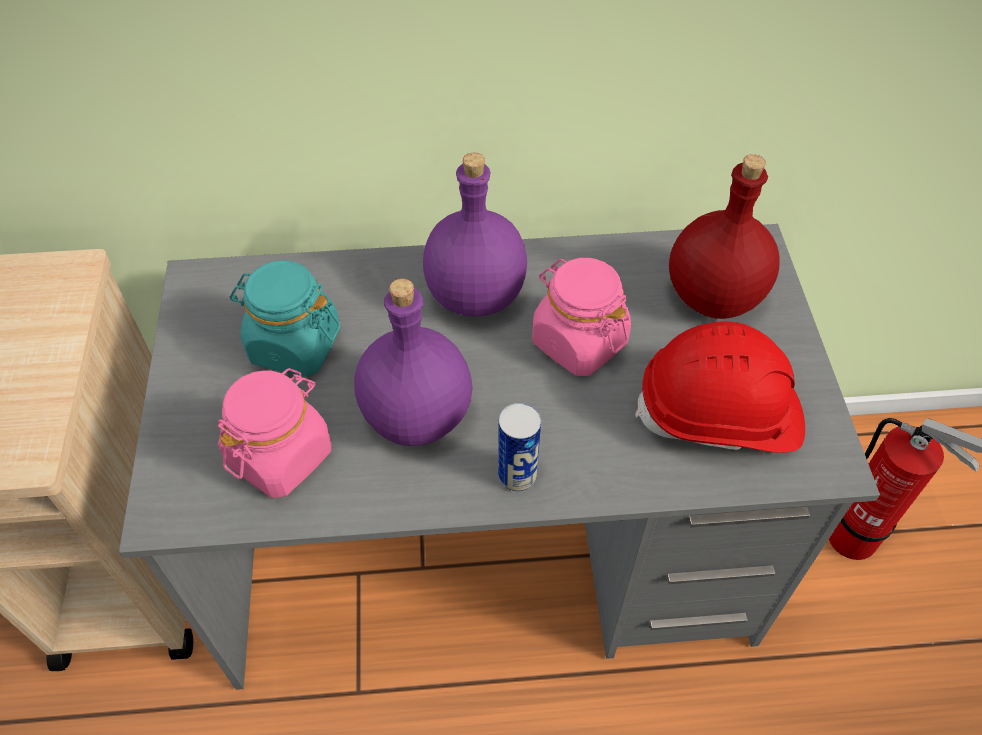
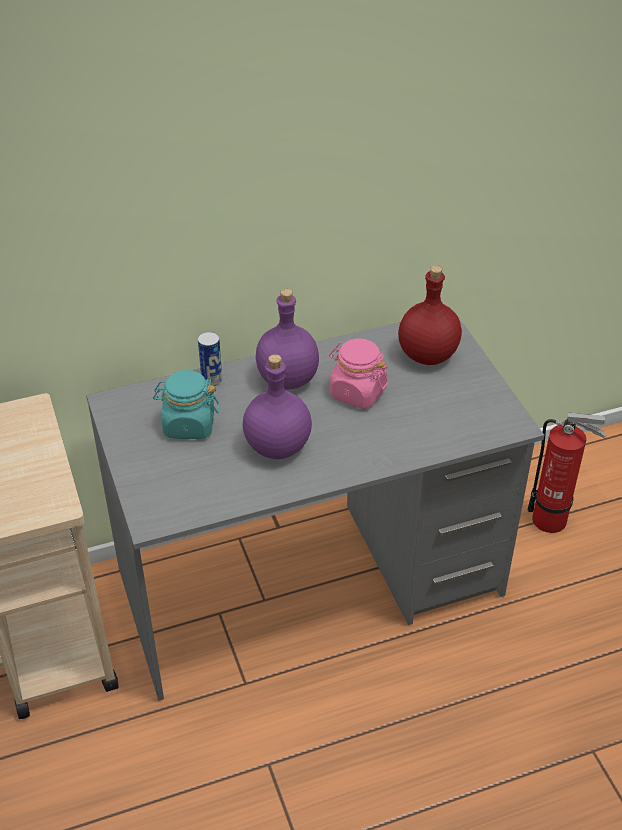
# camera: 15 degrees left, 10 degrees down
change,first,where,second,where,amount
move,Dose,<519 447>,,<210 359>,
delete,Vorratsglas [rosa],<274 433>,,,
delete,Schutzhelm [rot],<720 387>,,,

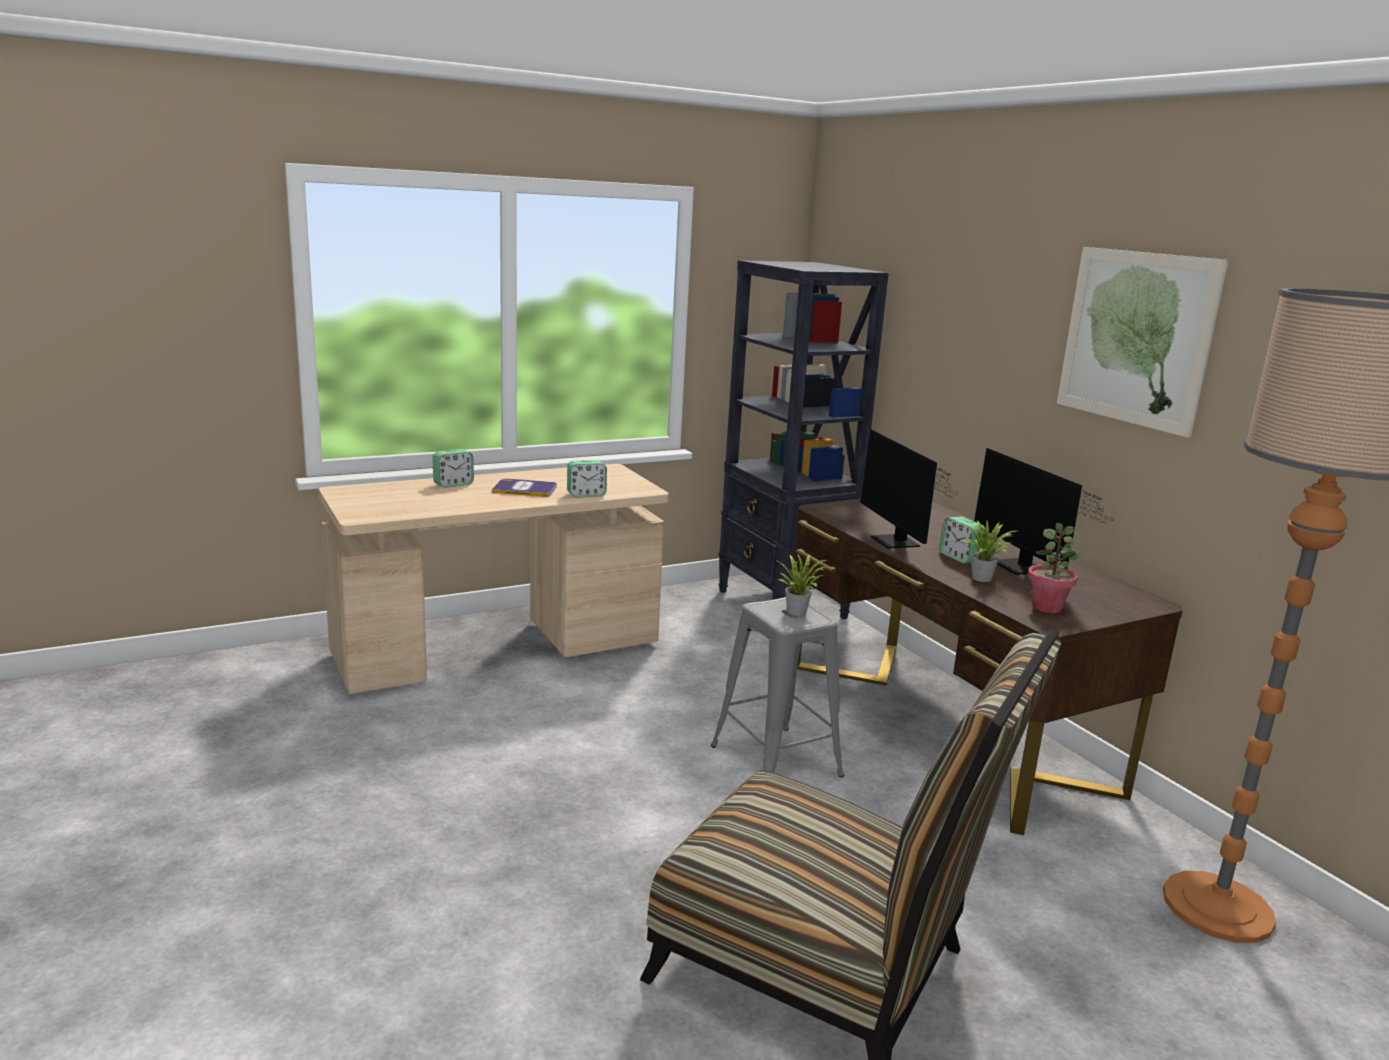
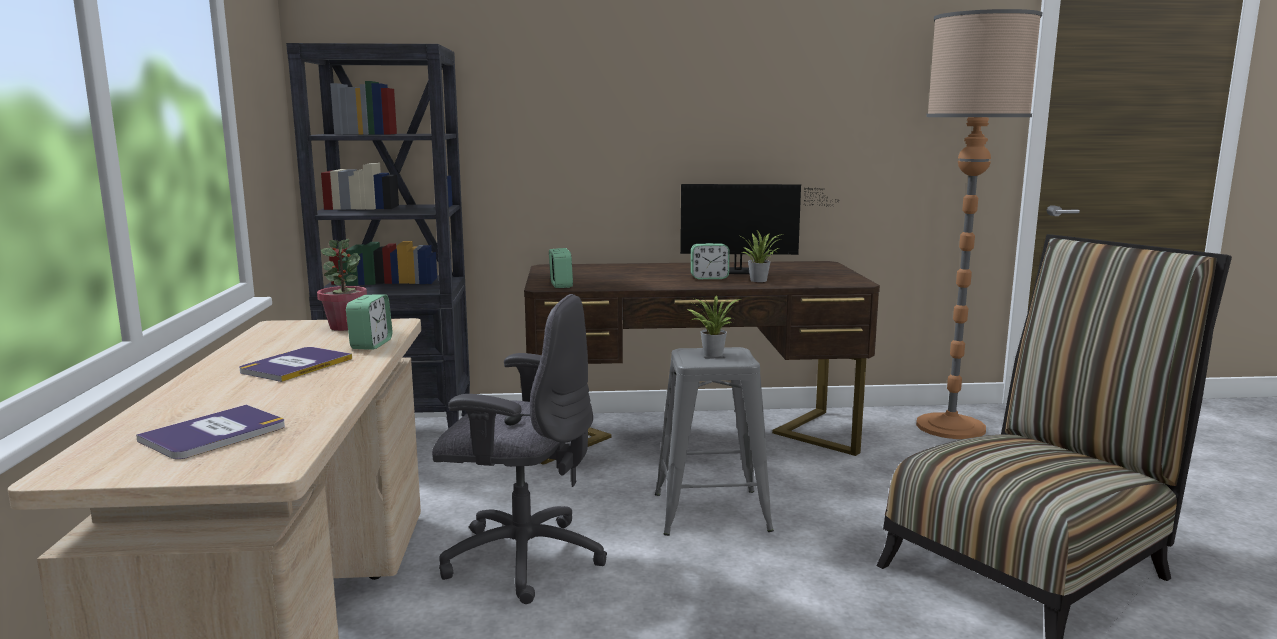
# camera: 65 degrees left, 5 degrees down
change,first,where,second,where,amount
insert,,,Buch,<210 432>,
move,Topfpflanze,<1054 568>,,<342 285>,
insert,,,Bürostuhl [grau],<519 449>,
move,Wecker,<453 468>,,<561 268>,
delete,Monitor,<909 489>,,,
delete,Bild,<1142 342>,,,

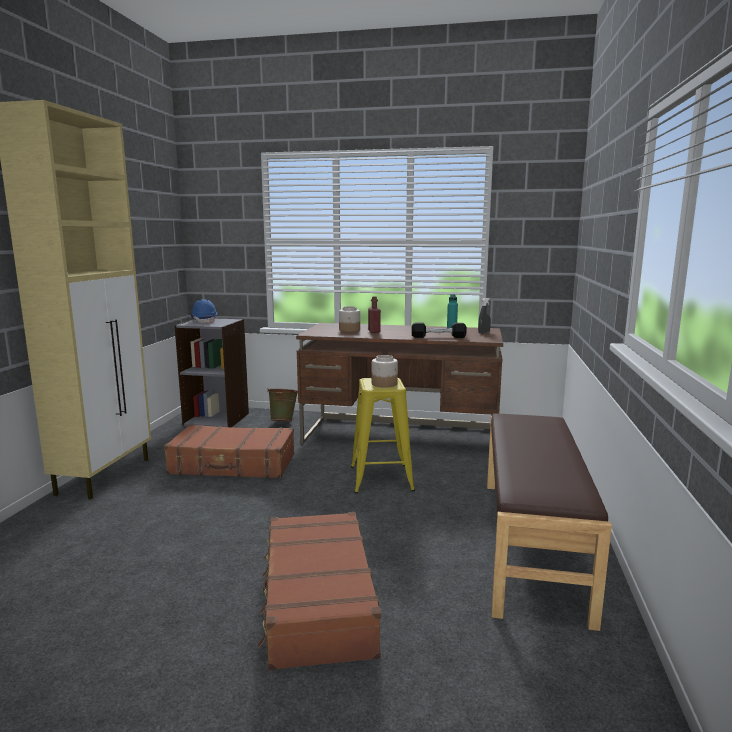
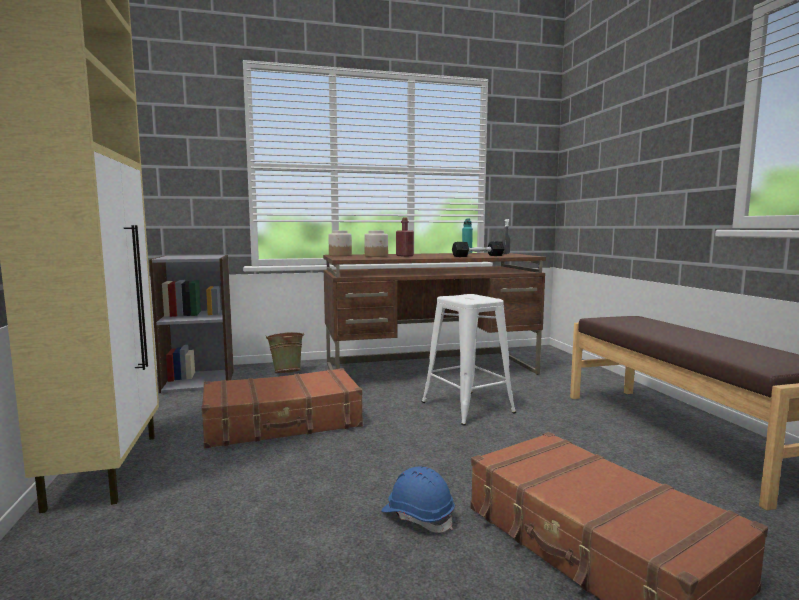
# camera: 25 degrees left, 5 degrees down
change,first,where,second,where,amount
move,Vorratsglas,<385 371>,,<340 243>,
move,Schutzhelm [blau],<204 311>,,<418 500>,
recolor,Hocker [gelb],<383 436>,Hocker [weiß],<469 360>,

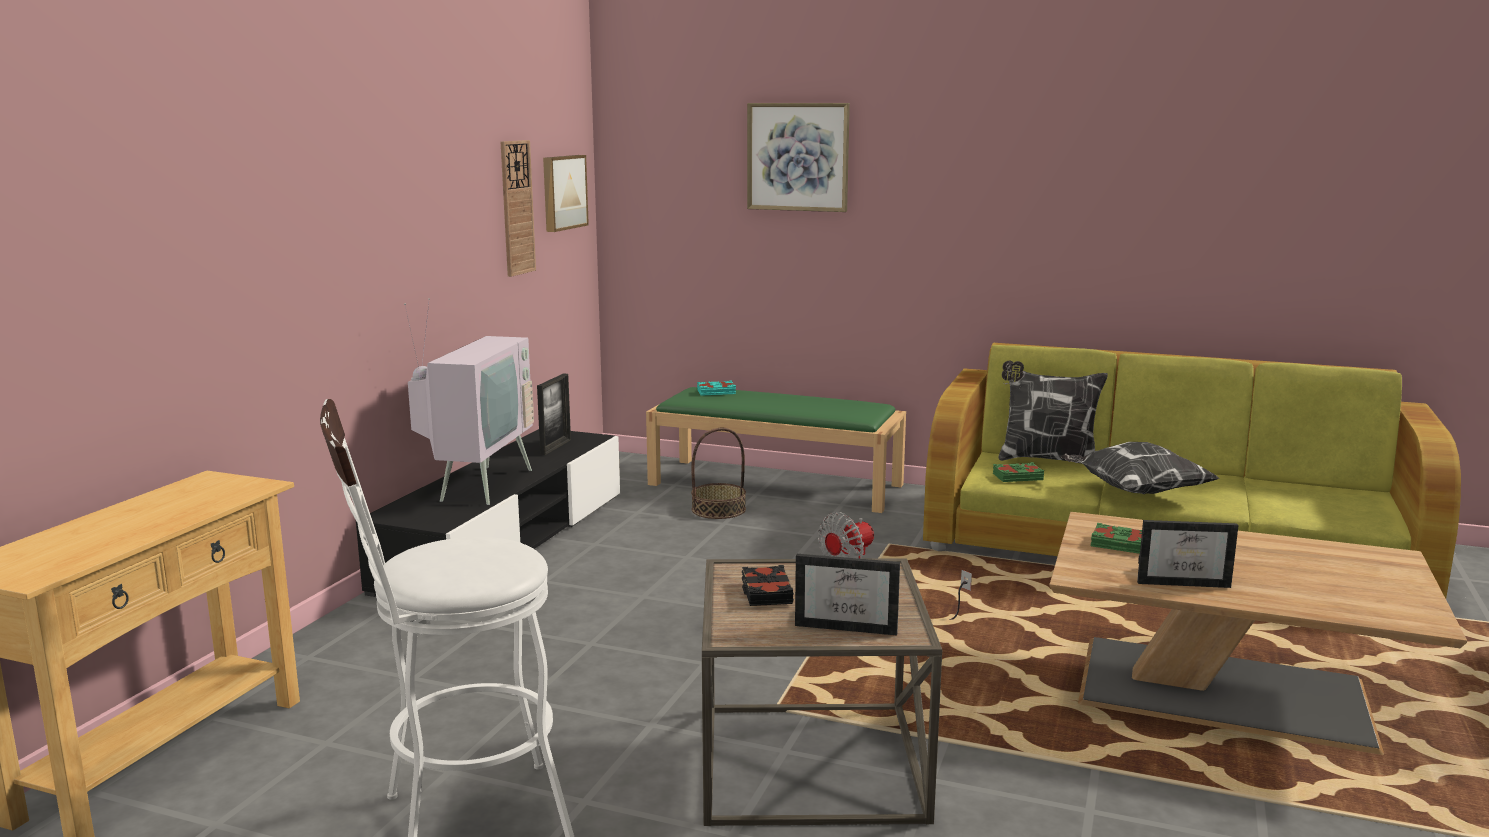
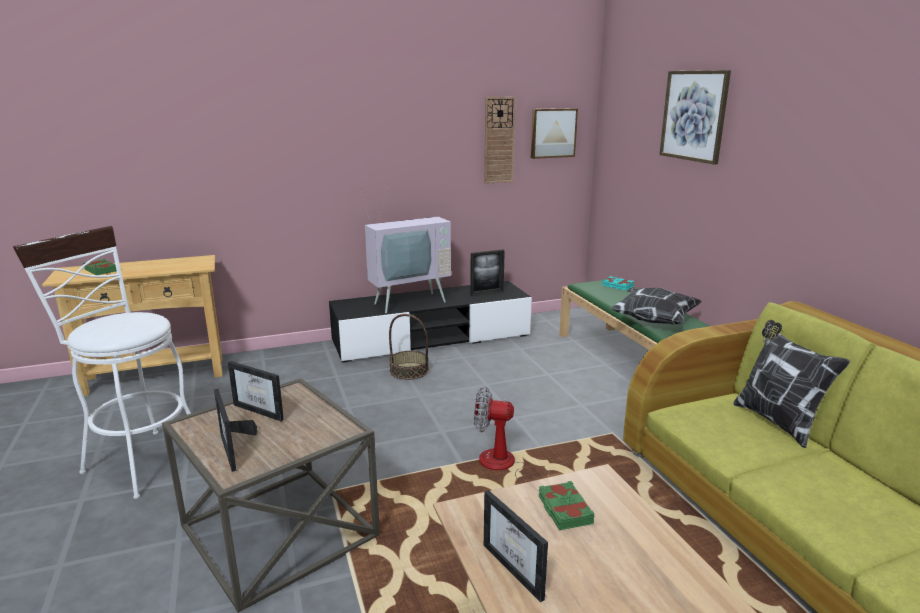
# camera: 50 degrees right, 5 degrees up
change,first,where,second,where,amount
move,Buch [grün],<1018 472>,,<100 267>,
replace,Buch [schwarz],<768 585>,Bilderrahmen,<256 391>,
move,Korb,<718 473>,,<409 347>,
move,Kissen,<1140 468>,,<655 305>,

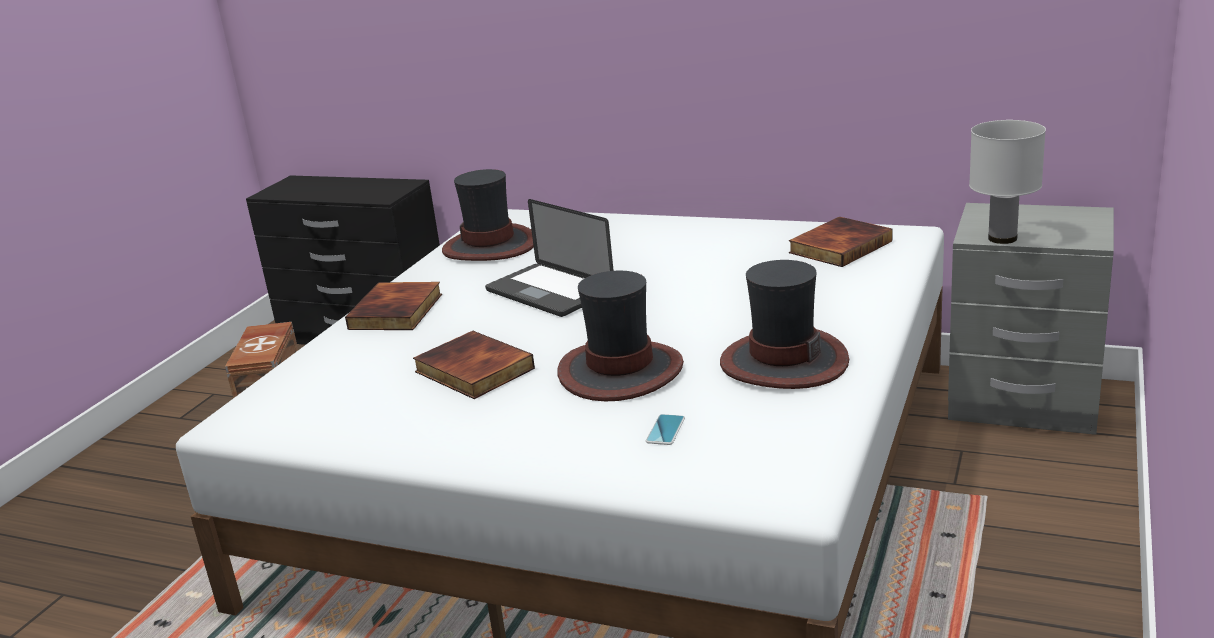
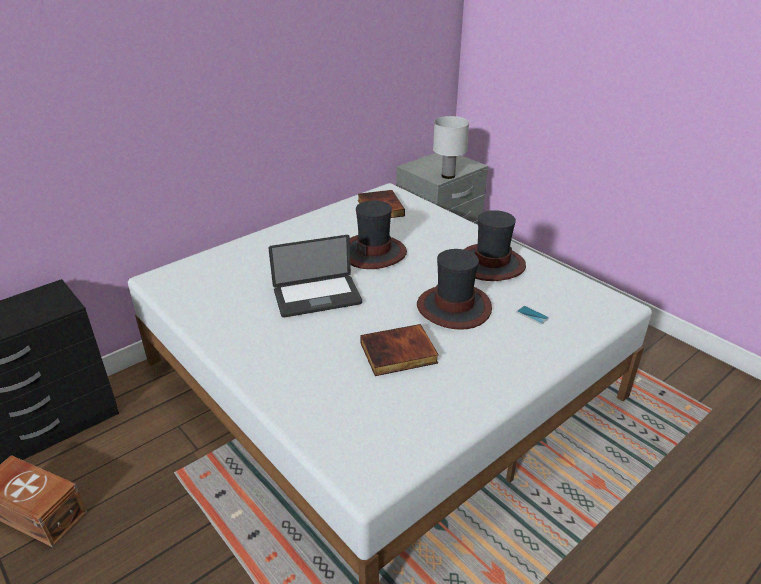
# camera: 65 degrees left, 10 degrees up
change,first,where,second,where,amount
move,Hut,<488 215>,,<378 234>,
delete,Buch,<393 306>,,,

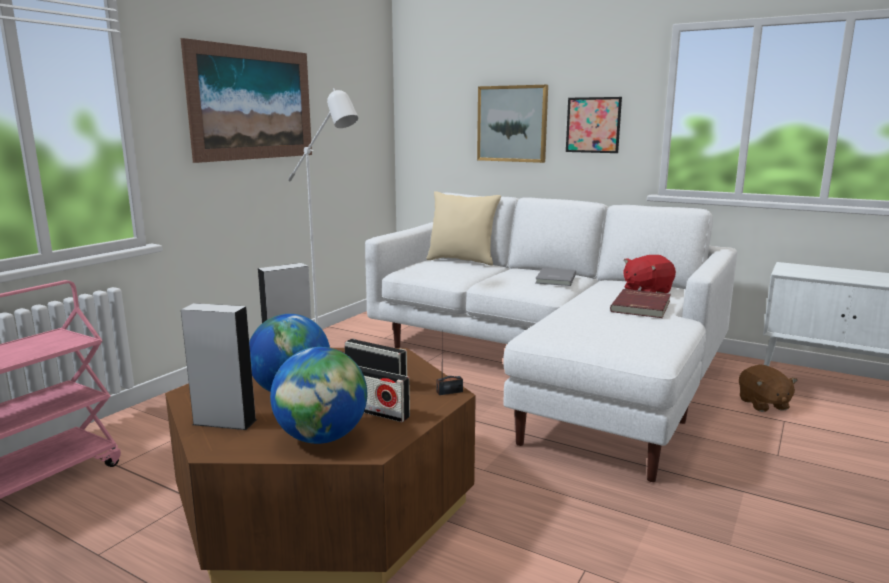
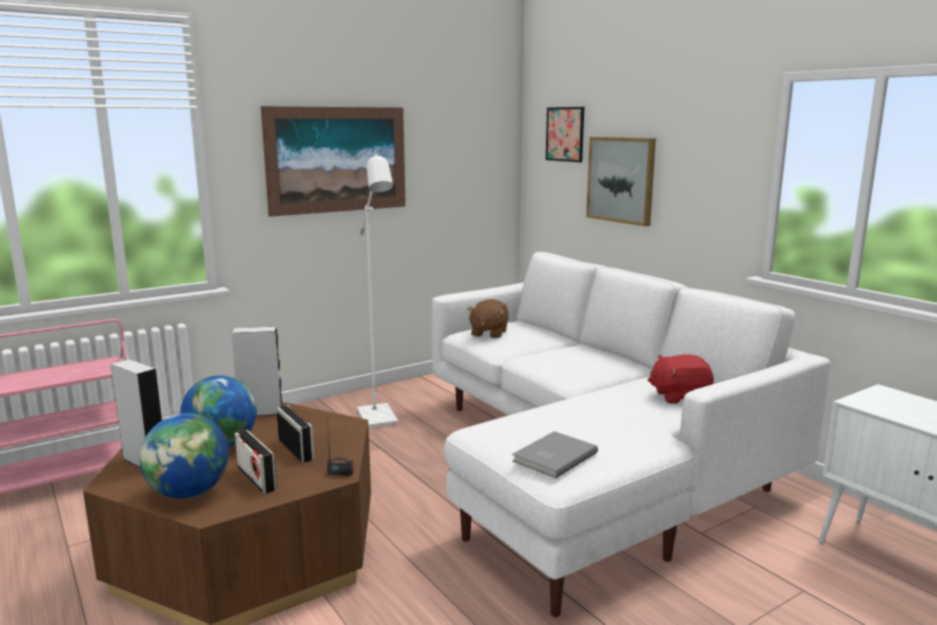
# camera: 25 degrees right, 0 degrees up
change,first,where,second,where,amount
move,Plüschtier [braun],<768 388>,,<488 318>,
move,Buch [grau],<555 277>,,<555 454>,
move,Bild,<594 125>,,<565 134>,
delete,Kissen [beige],<463 228>,,,
delete,Buch [rot],<640 303>,,,

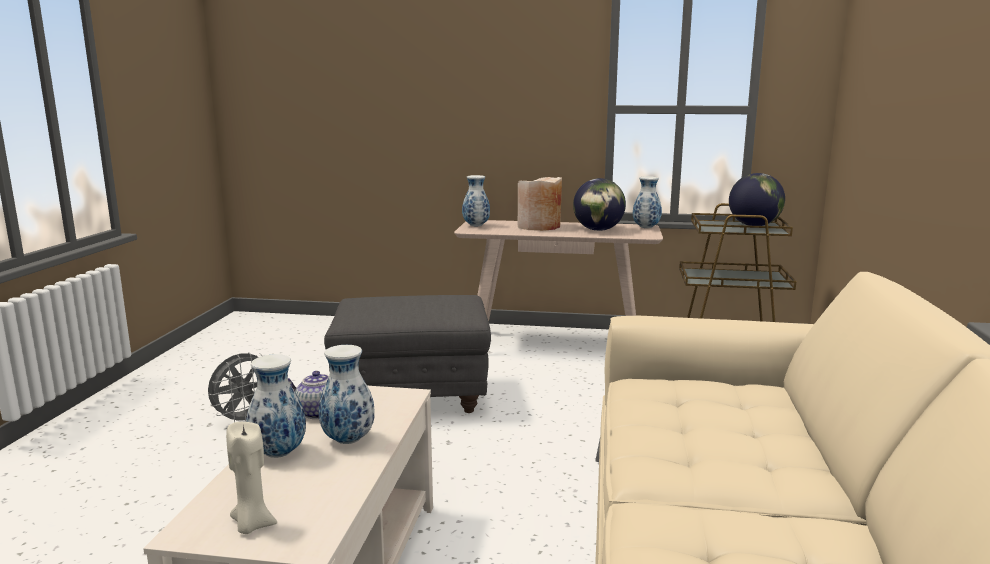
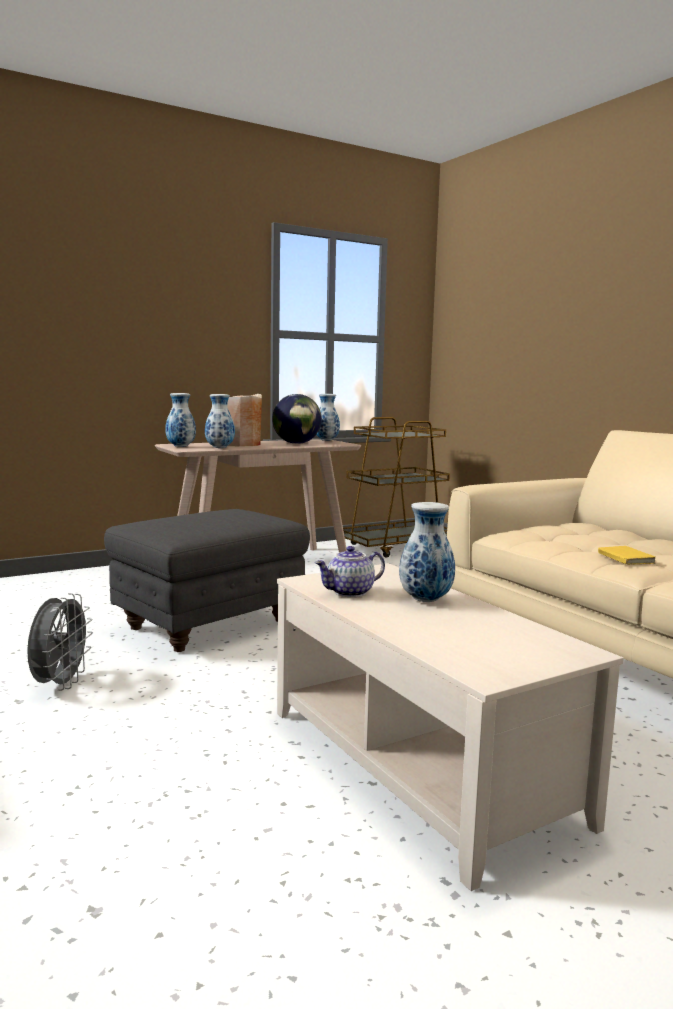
# camera: 40 degrees left, 5 degrees down
change,first,where,second,where,amount
move,Vase,<276 406>,,<220 421>,
insert,,,Buch [gelb],<627 555>,
delete,Kerze [beige],<251 478>,,,
delete,Globus,<757 199>,,,

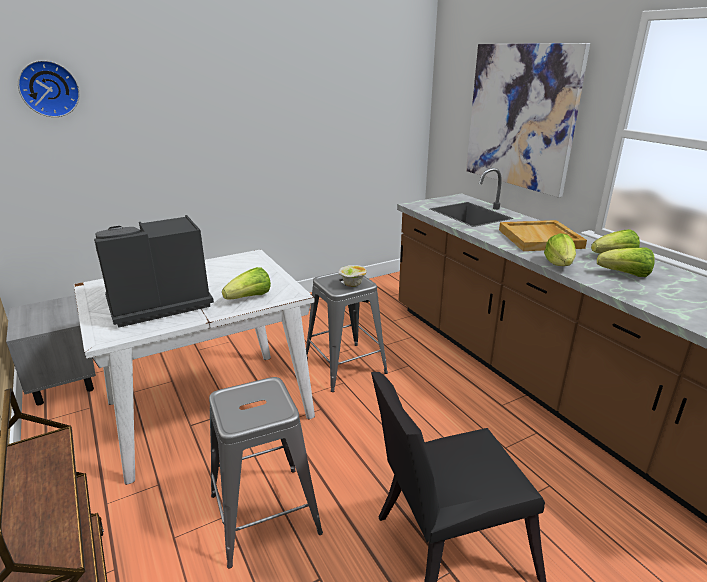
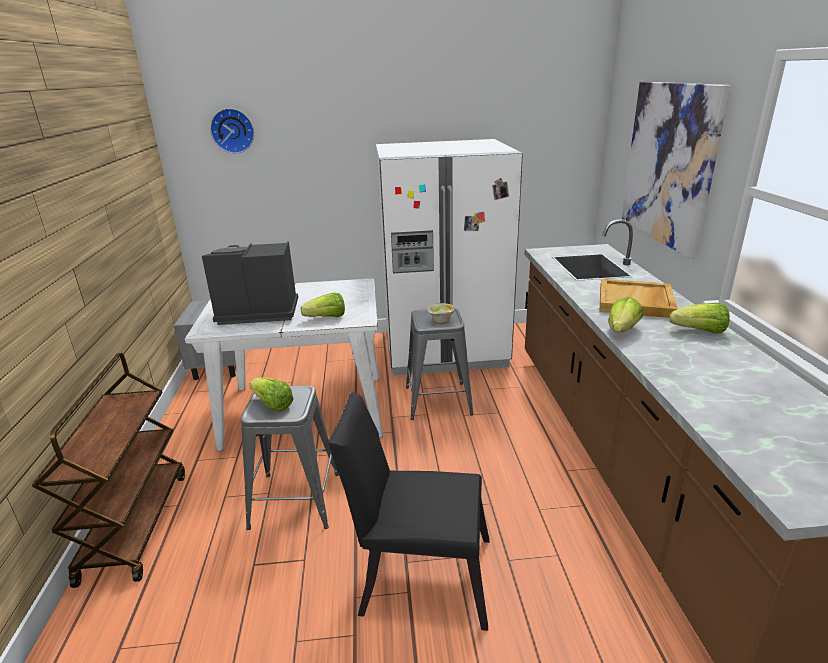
# camera: 25 degrees right, 0 degrees up
change,first,where,second,where,amount
move,Salatkopf,<626 262>,,<271 394>,
insert,,,Kühlschrank [weiß],<449 257>,

